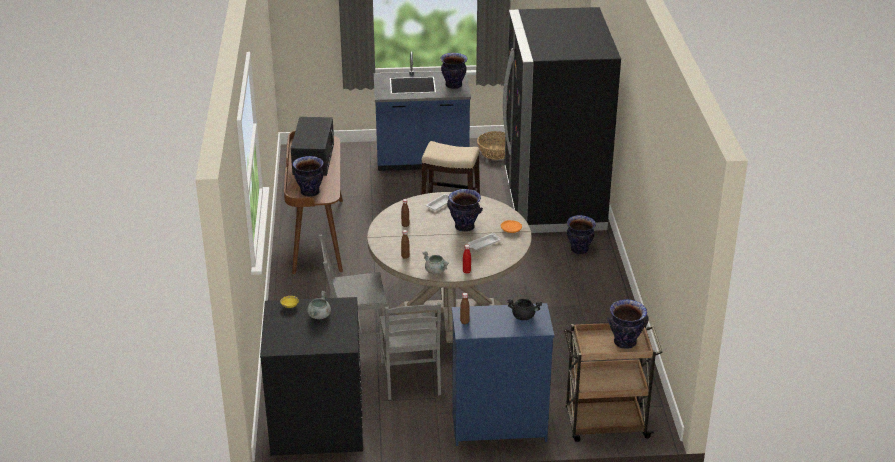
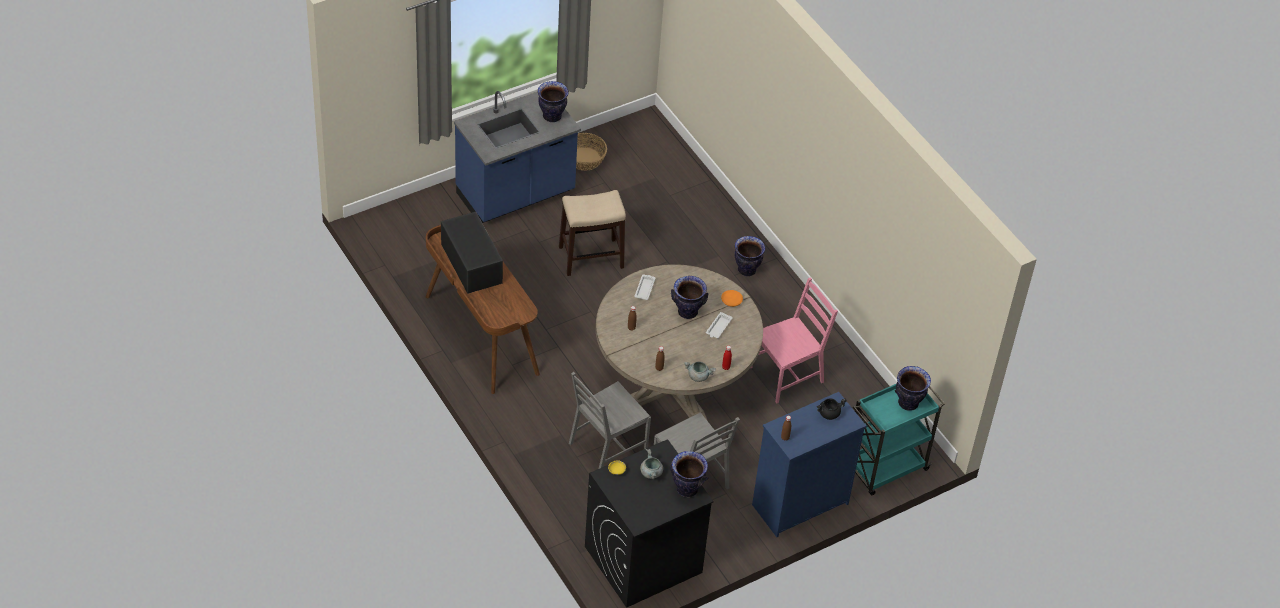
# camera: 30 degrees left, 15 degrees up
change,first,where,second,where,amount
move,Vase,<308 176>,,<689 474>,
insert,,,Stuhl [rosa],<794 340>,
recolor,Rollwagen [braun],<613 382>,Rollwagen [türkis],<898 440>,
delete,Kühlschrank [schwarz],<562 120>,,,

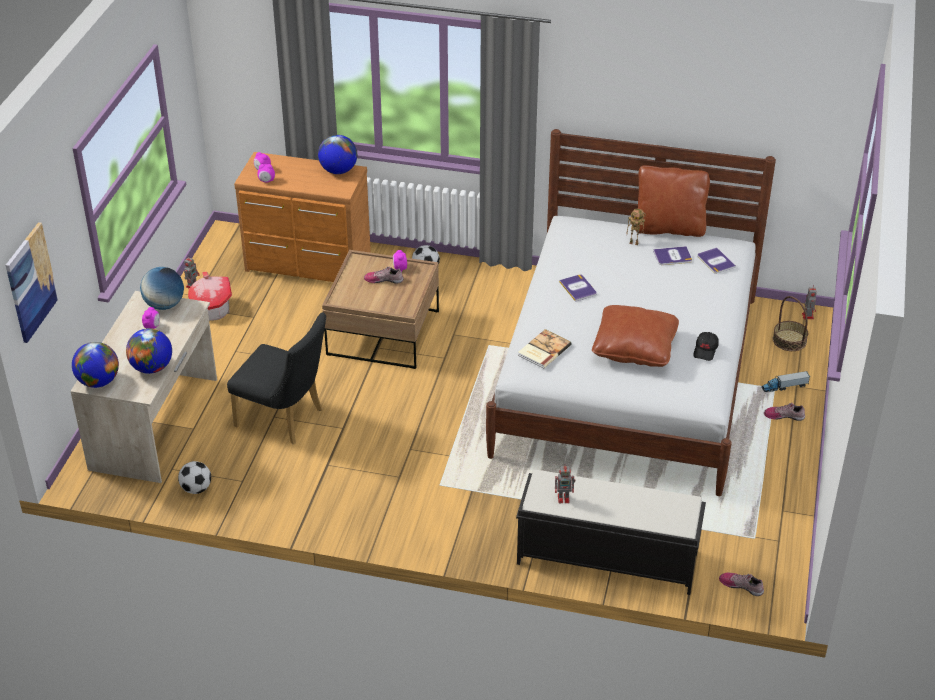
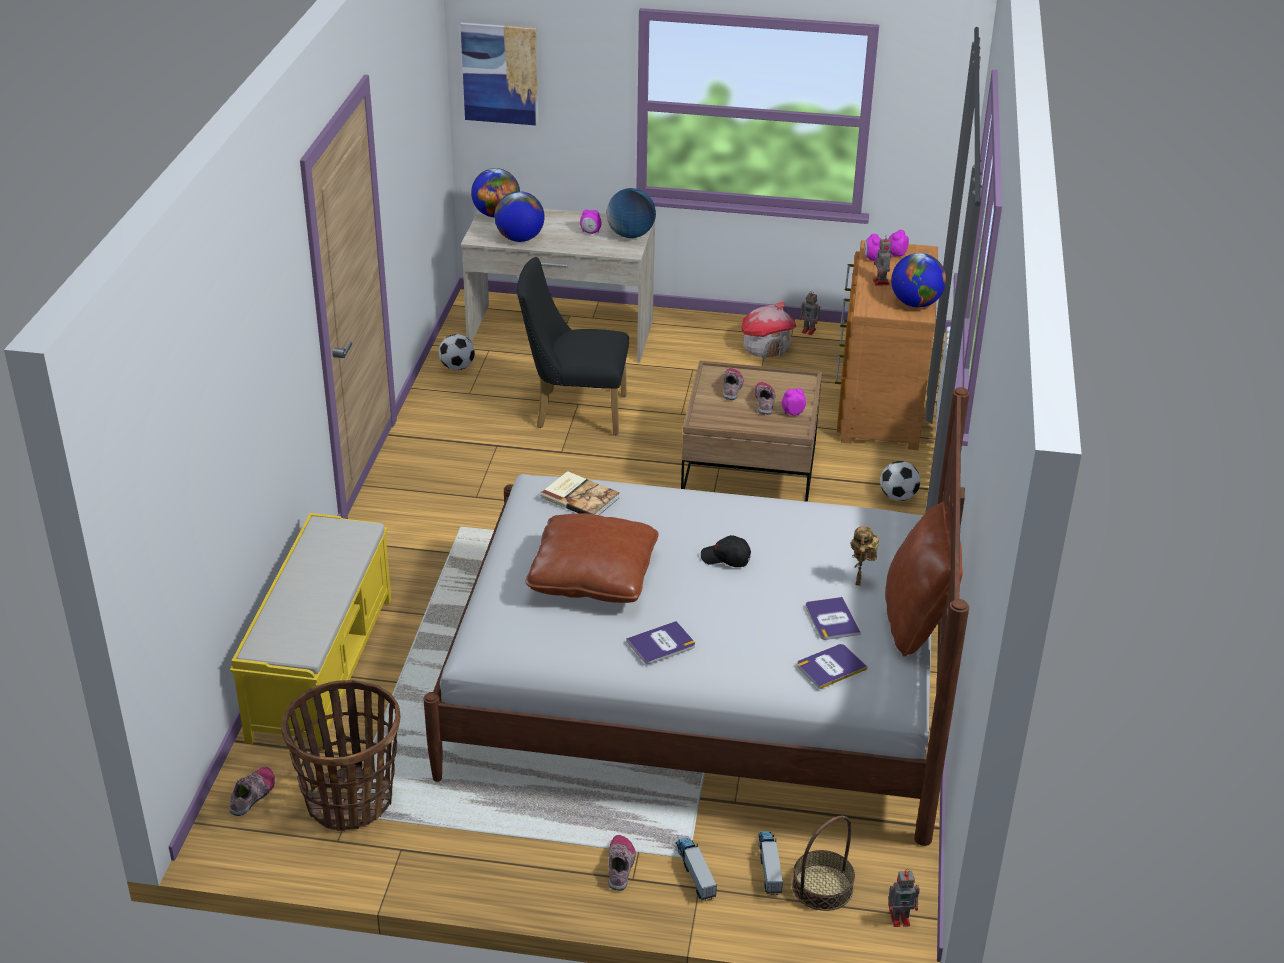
# camera: 85 degrees right, 5 degrees down
change,first,where,second,where,amount
recolor,Bank [schwarz],<611 532>,Bank [gelb],<310 633>,
insert,,,Korb,<341 755>,
rotate,Stuhl [schwarz],<276 378>,,<573 346>,75 degrees clockwise
move,Buch,<578 288>,,<660 642>,
move,Kappe [schwarz],<706 346>,,<726 551>,
insert,,,Schuh,<733 384>,
insert,,,Spielzeuglaster,<770 863>,
move,Spielzeugroboter,<565 483>,,<882 261>,

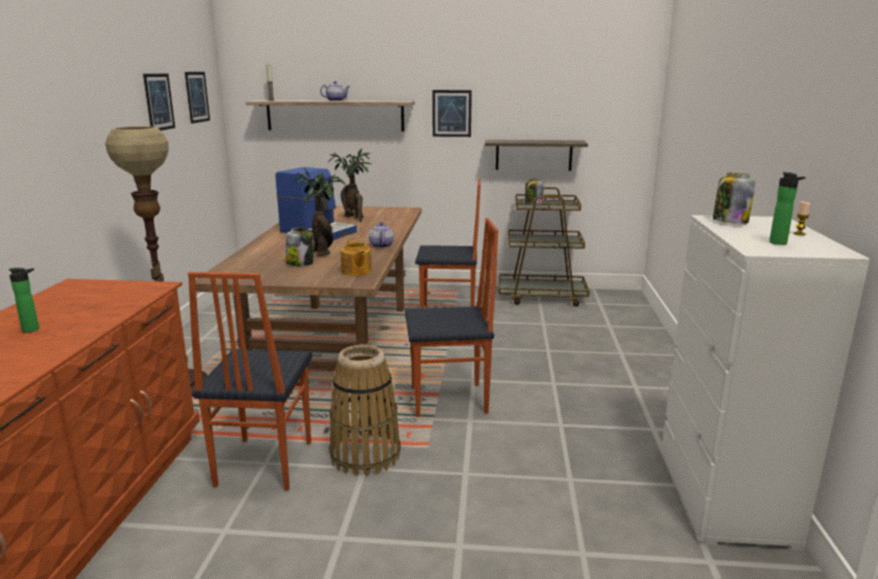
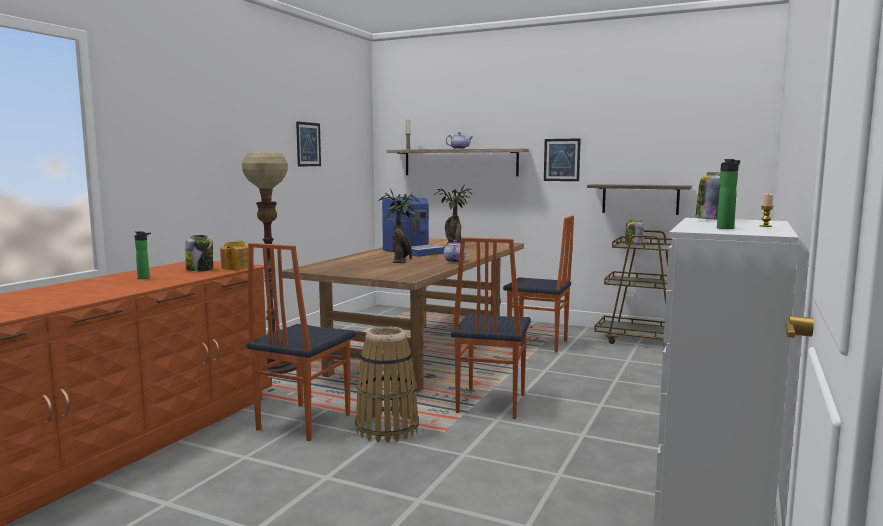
# camera: 20 degrees right, 10 degrees down
change,first,where,second,where,amount
move,Vorratsglas,<300 247>,,<199 253>,
move,Teekanne,<356 258>,,<234 255>,
rotate,Stuhl,<451 317>,,<491 328>,90 degrees clockwise
delete,Bild,<197 98>,,,

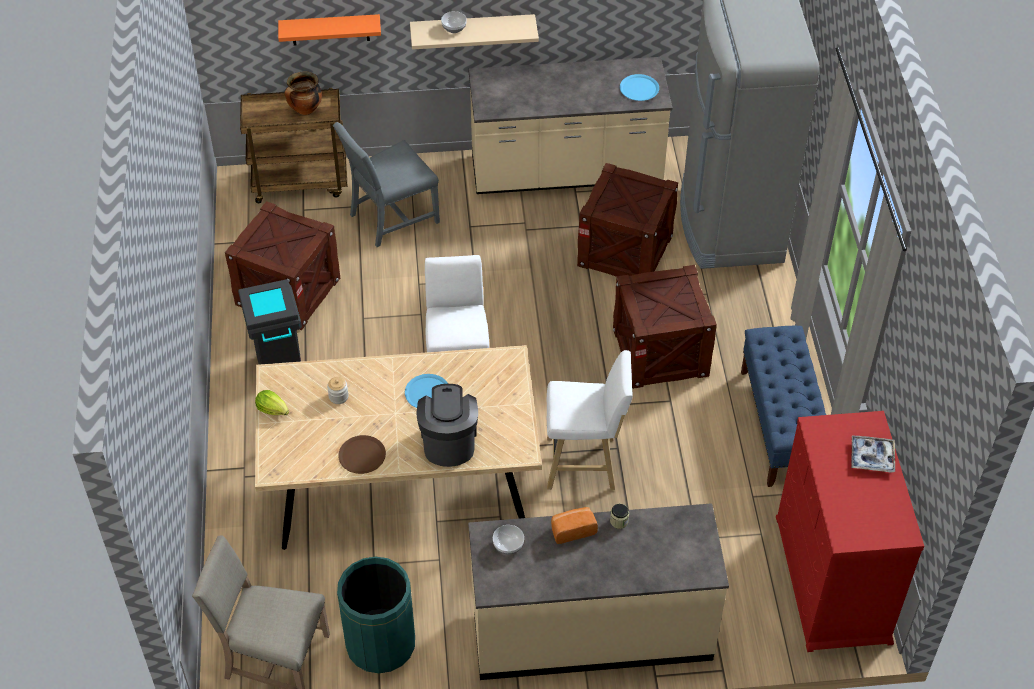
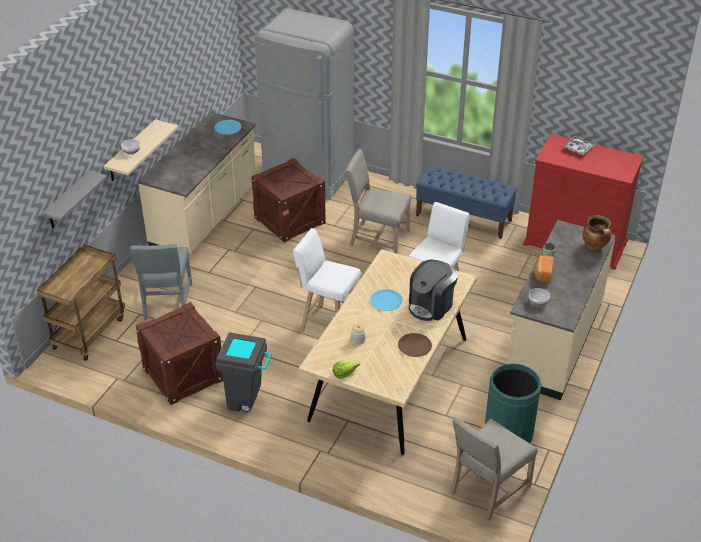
# camera: 60 degrees left, 10 degrees down
change,first,where,second,where,amount
recolor,Wandregal [orange],<329 29>,Wandregal [grau],<74 199>,
replace,Kiste,<665 327>,Stuhl [beige],<378 201>,
rotate,Kaffeemaschine,<447 425>,,<433 290>,75 degrees counterclockwise
move,Kochtopf,<303 93>,,<596 232>,

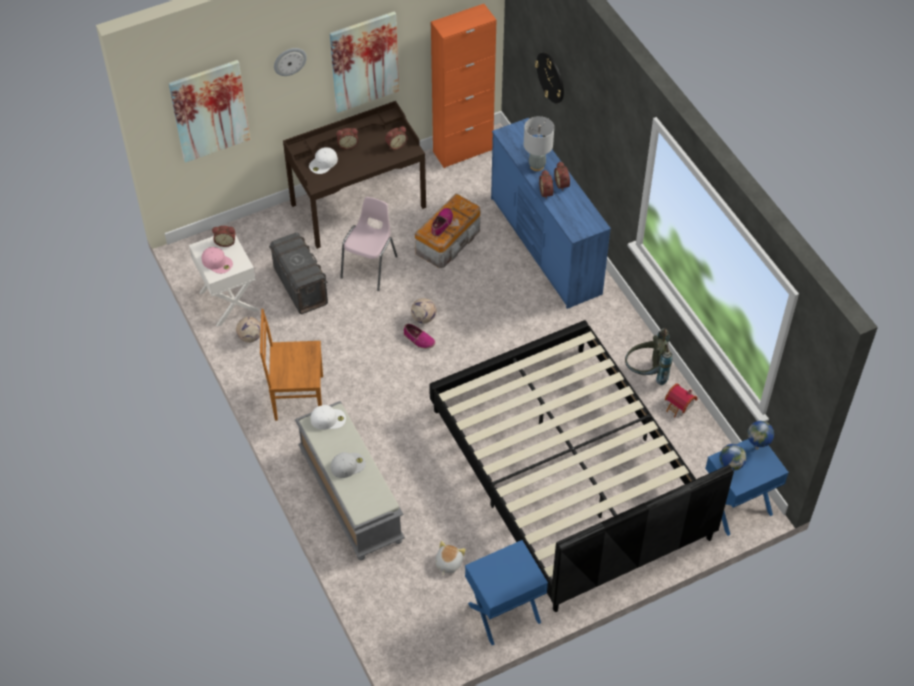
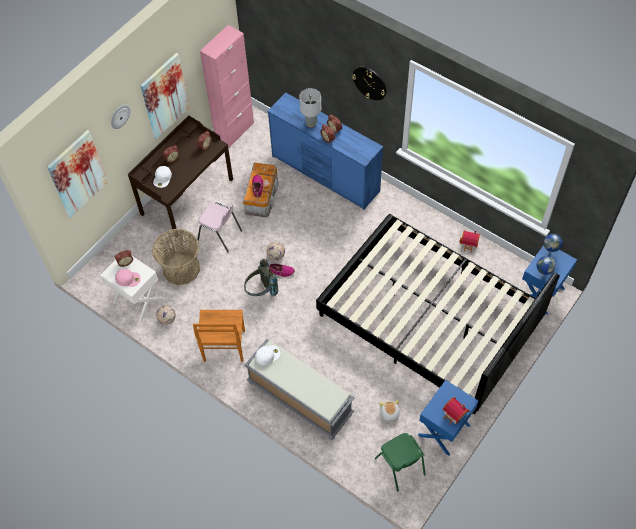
# camera: 25 degrees left, 5 degrees up
change,first,where,second,where,amount
replace,Aufbewahrungsbox [grau],<298 273>,Korb,<176 257>,
rotate,Stuhl [braun],<291 365>,,<219 336>,60 degrees counterclockwise
rotate,Stuhl [rosa],<369 244>,,<219 227>,120 degrees clockwise
recolor,Schrank [orange],<463 86>,Schrank [rosa],<227 86>,
move,Rucksack [grau],<648 356>,,<261 277>,
move,Wanduhr,<549 78>,,<369 83>,
insert,,,Stuhl [grün],<400 462>,
insert,,,Spielzeughaus,<456 411>,
delete,Kappe [weiß],<348 465>,,,

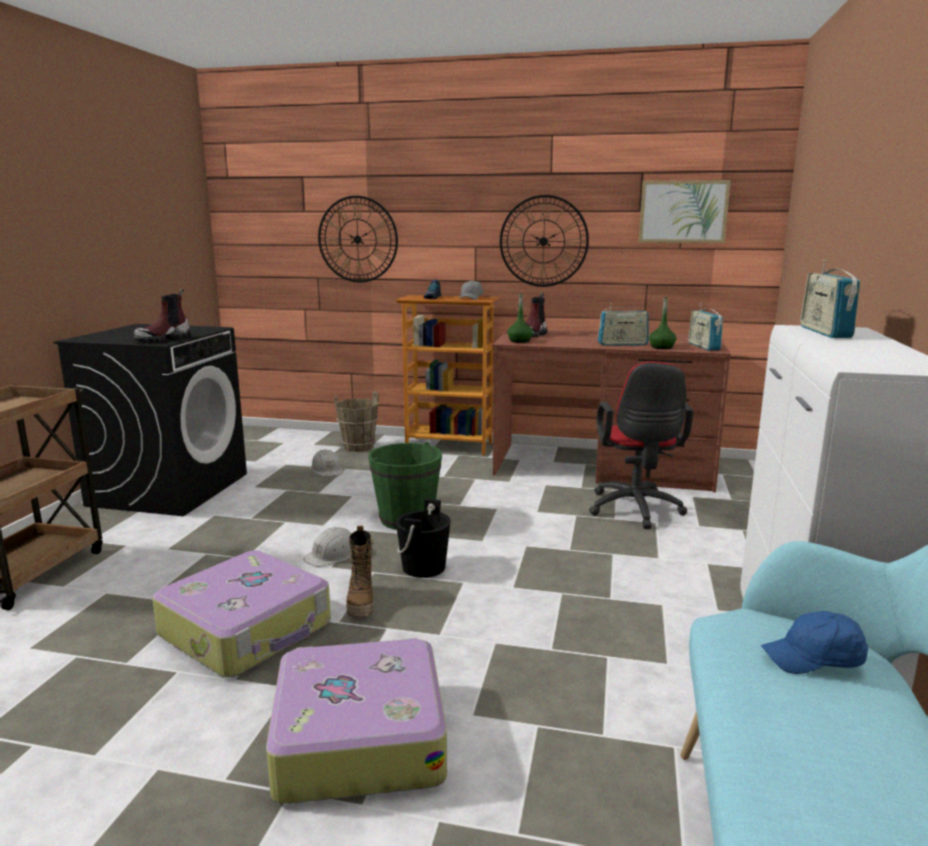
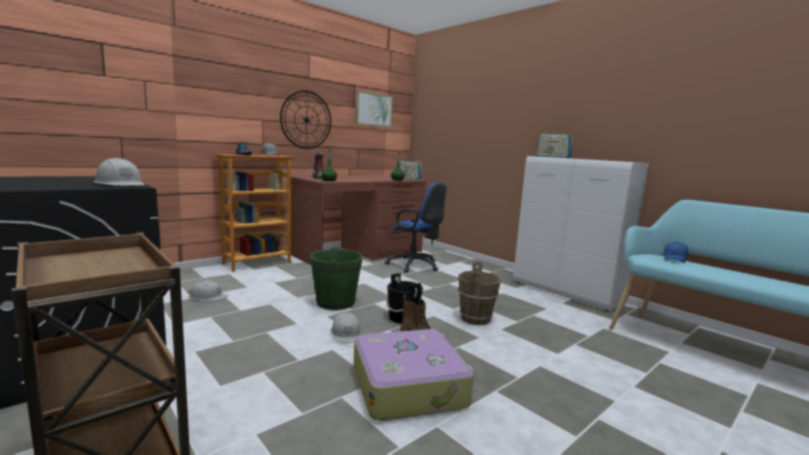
# camera: 55 degrees left, 5 degrees down
change,first,where,second,where,amount
replace,Stiefel,<162 315>,Schutzhelm [weiß],<119 172>,
recolor,Bürostuhl [rot],<641 445>,Bürostuhl [blau],<415 227>,
move,Eimer [braun],<356 421>,,<479 293>,
delete,Koffer,<356 721>,,,
delete,Wanduhr,<358 239>,,,
delete,Radio,<623 324>,,,

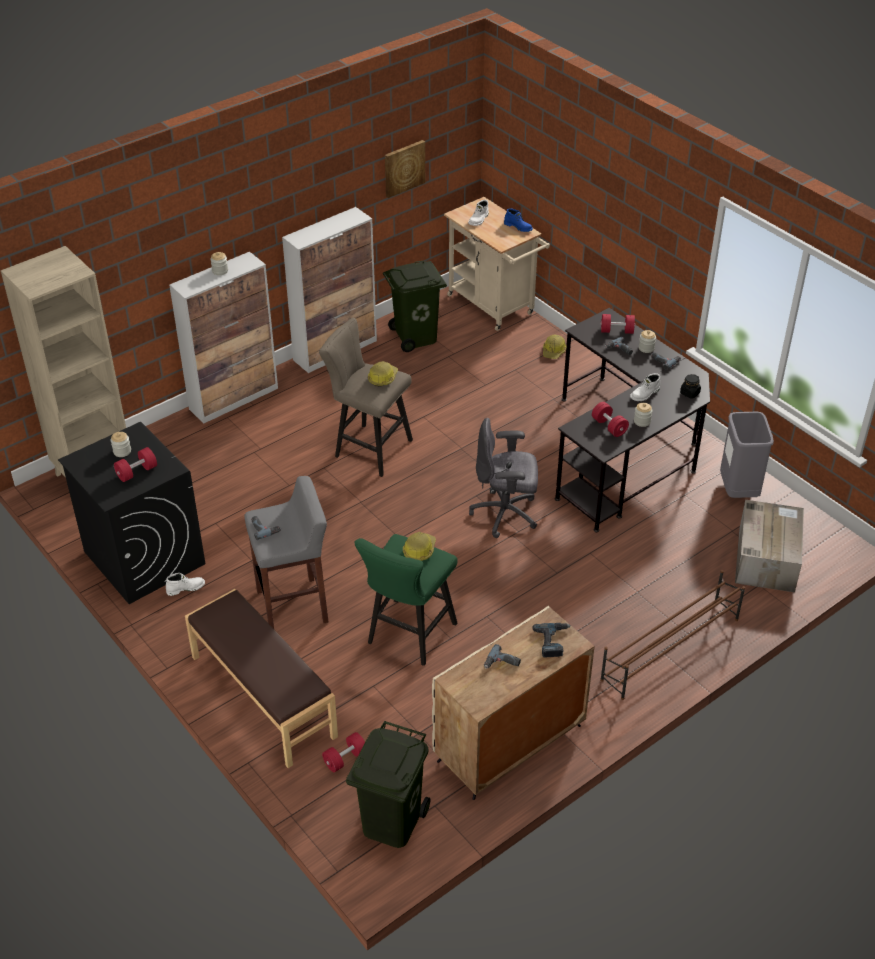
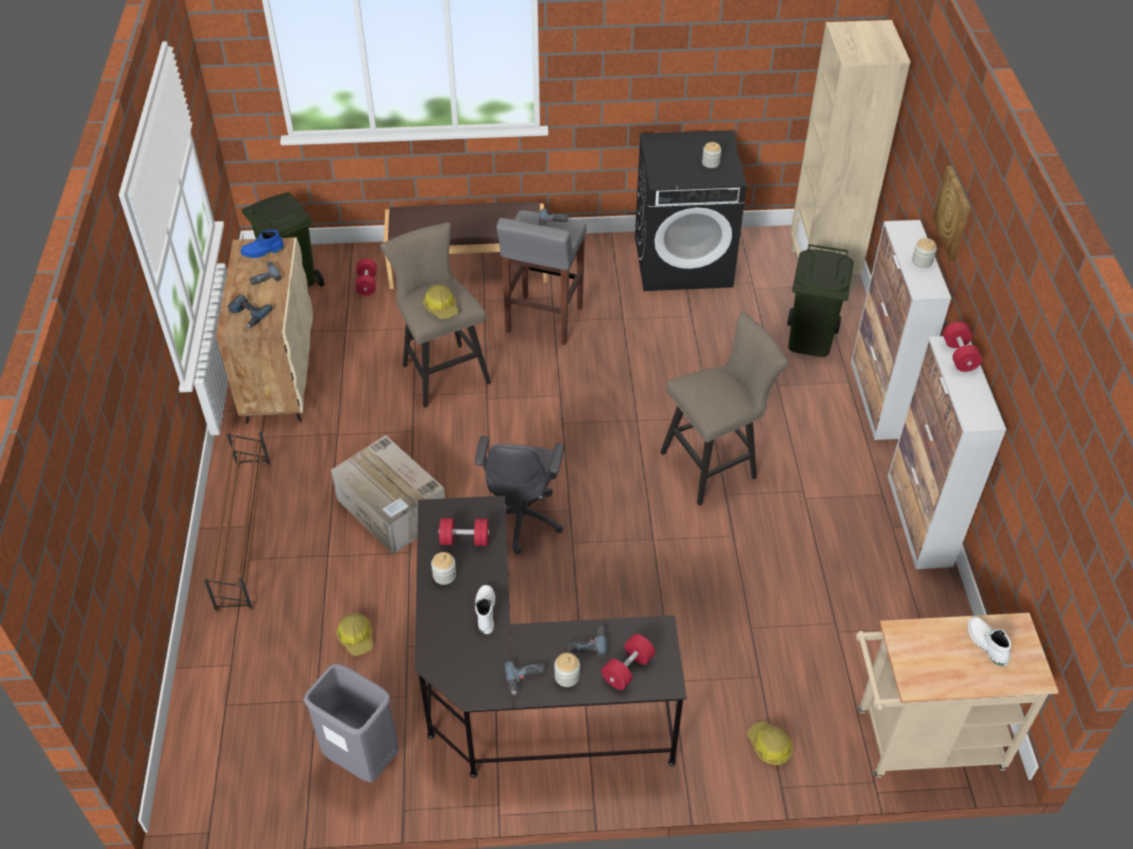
# camera: 125 degrees right, 5 degrees up
change,first,where,second,where,amount
move,Stiefel [blau],<518 220>,,<262 244>,
move,Karton,<769 546>,,<388 494>,
move,Schutzhelm,<383 374>,,<354 634>,
recolor,Hocker [grün],<406 600>,Hocker [beige],<435 315>,
rotate,Bürostuhl [grau],<503 478>,,<519 495>,150 degrees clockwise
move,Mülleimer [grün],<415 306>,,<820 300>,
move,Bild,<405 169>,,<952 213>,
move,Hantel [rot],<135 464>,,<962 347>,
delete,Stiefel [weiß],<185 584>,,,
delete,Vorratsglas [schwarz],<690 386>,,,

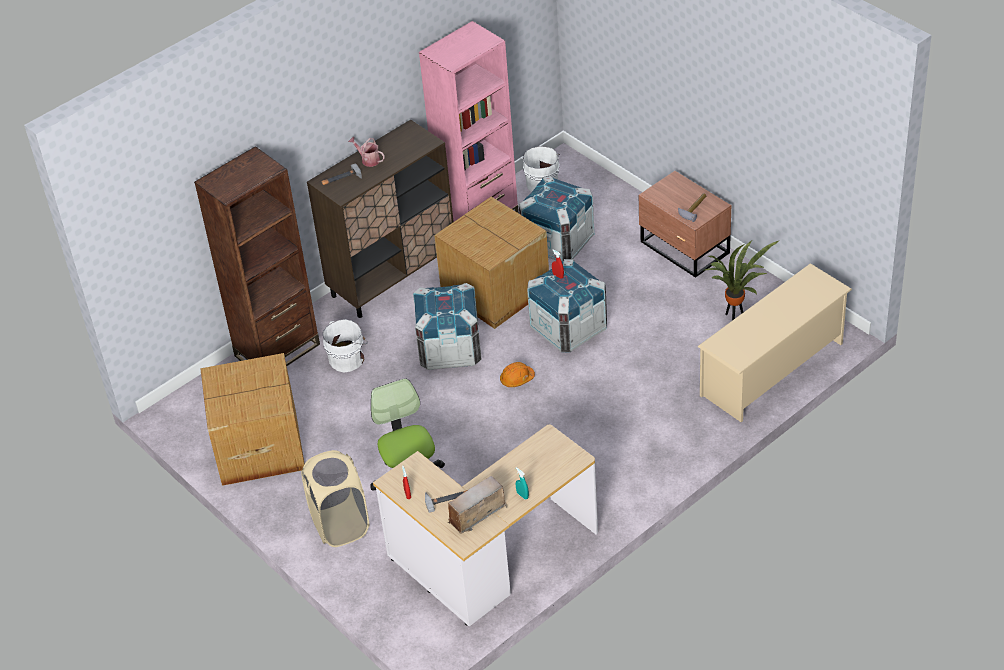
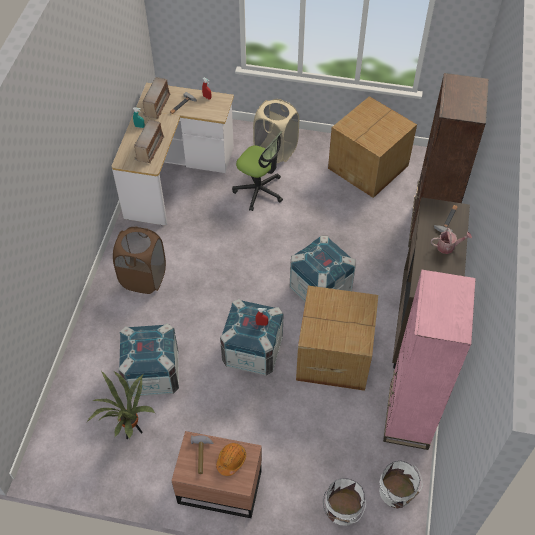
# camera: 140 degrees right, 10 degrees up
change,first,where,second,where,amount
insert,,,Wäschekorb [braun],<139 260>,
move,Kiste,<556 219>,,<148 360>,
insert,,,Radio,<149 141>,
move,Schutzhelm [orange],<517 374>,,<231 459>,
move,Eimer [weiß],<345 345>,,<344 502>,
delete,Schuhregal [beige],<774 342>,,,

